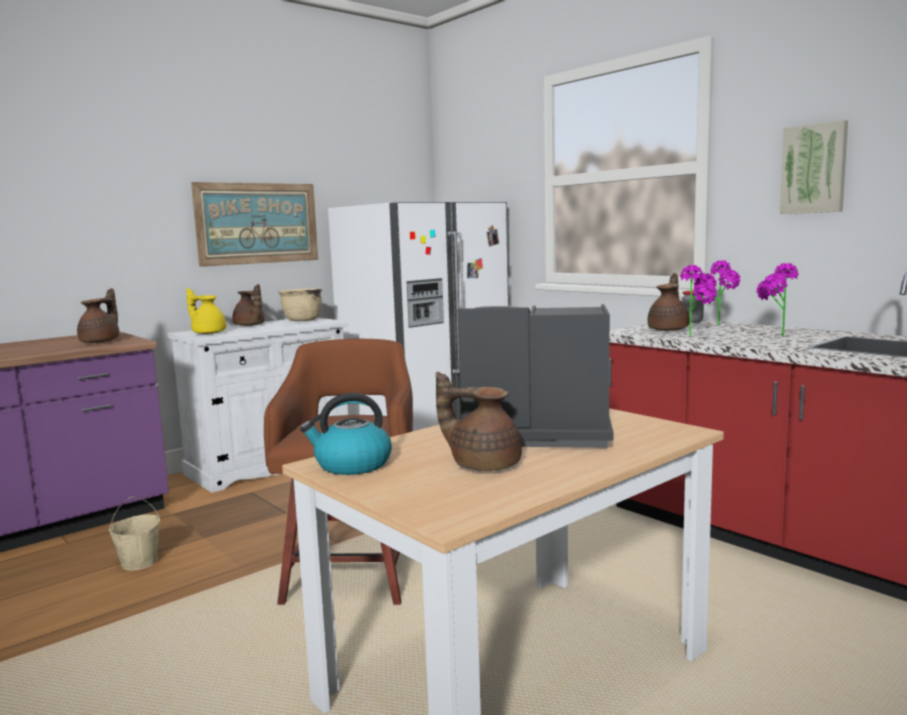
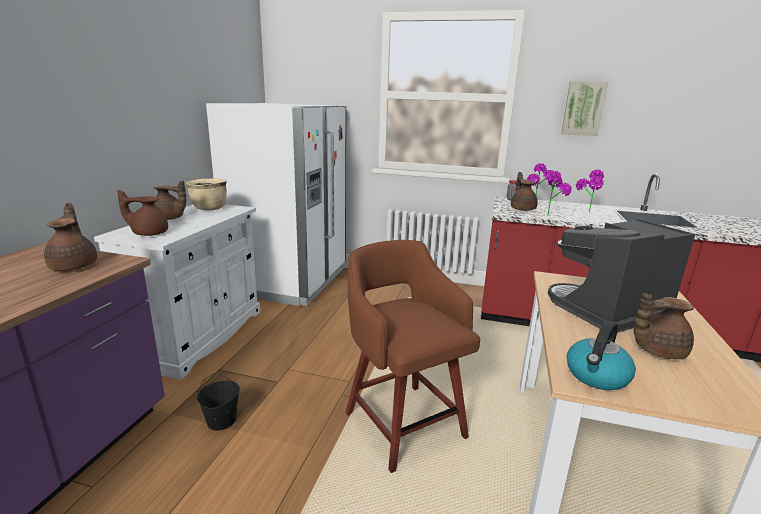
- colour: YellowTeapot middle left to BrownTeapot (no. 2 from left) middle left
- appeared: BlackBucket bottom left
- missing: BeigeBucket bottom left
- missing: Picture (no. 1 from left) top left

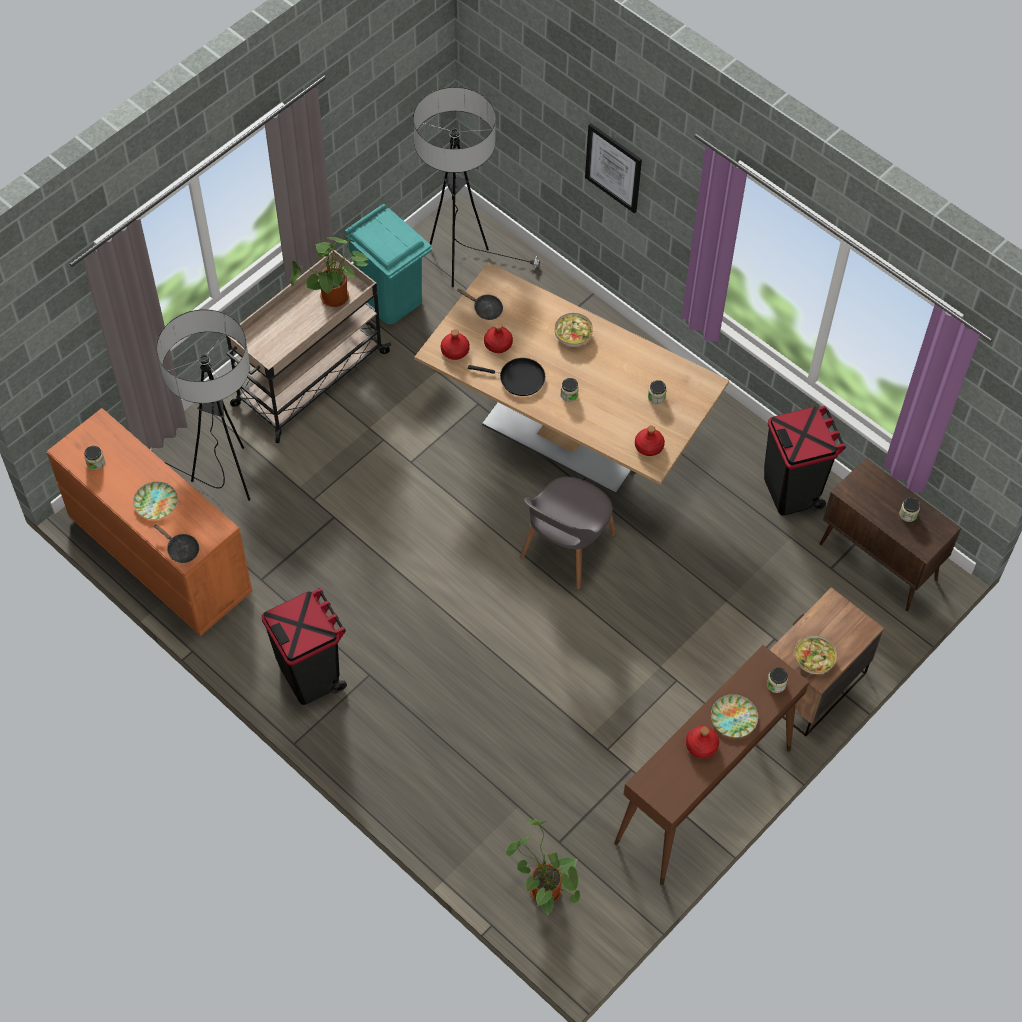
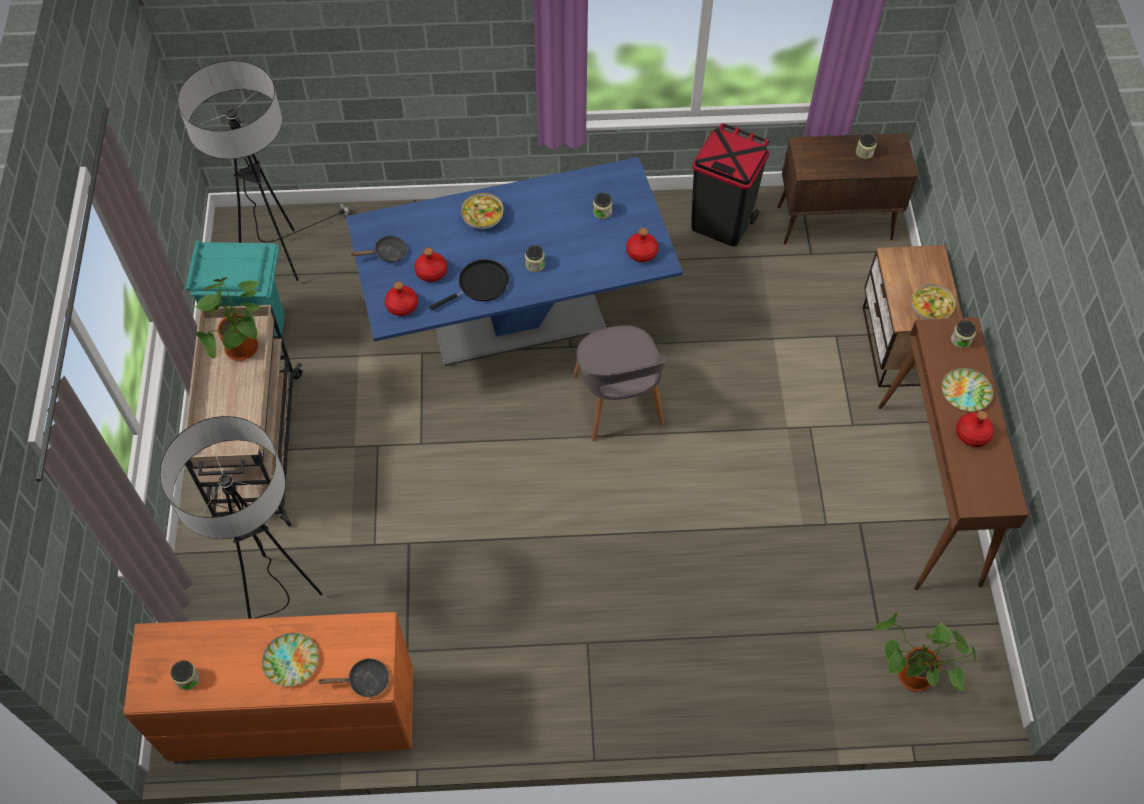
- colour: BeigeDiningTable centre to BlueDiningTable top centre
- missing: BlackTrashCan (no. 1 from left) middle left
- missing: Picture top centre

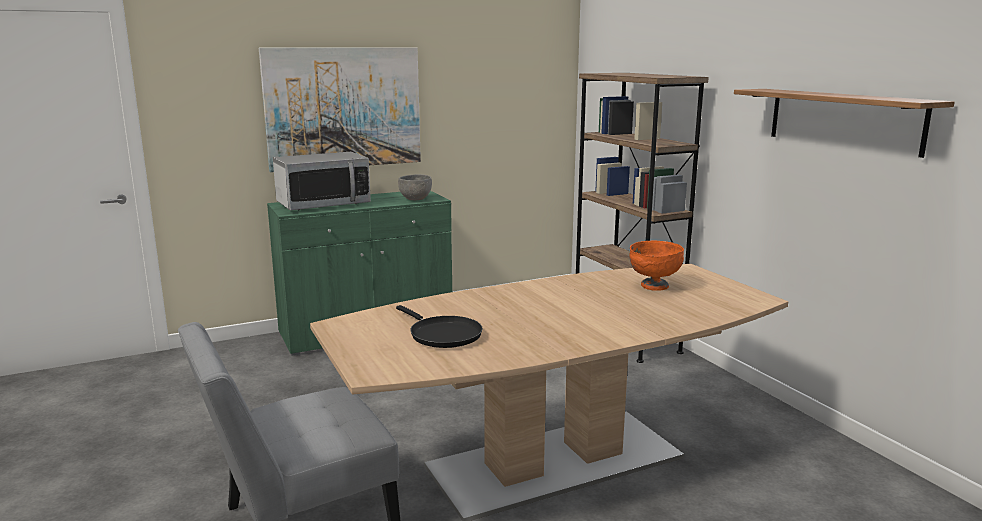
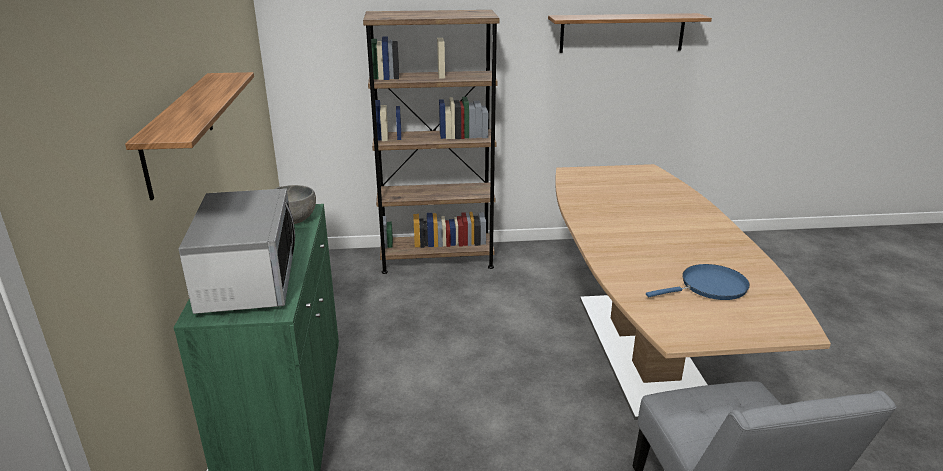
- exchanged: Picture top centre to Shelf (no. 1 from left) top left
- colour: BlackFryingPan centre to BlueFryingPan middle right
- missing: OrangeBowl middle right

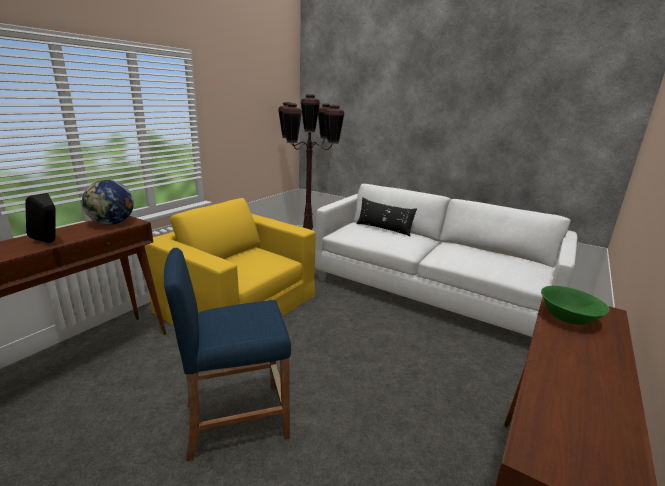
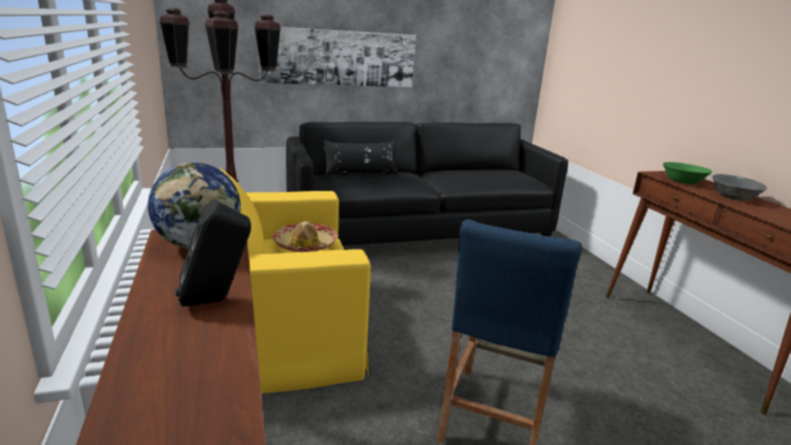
- appeared: Picture top centre
- appeared: Hat centre
- colour: WhiteSofa middle right to BlackSofa centre
- appeared: GreyBowl middle right

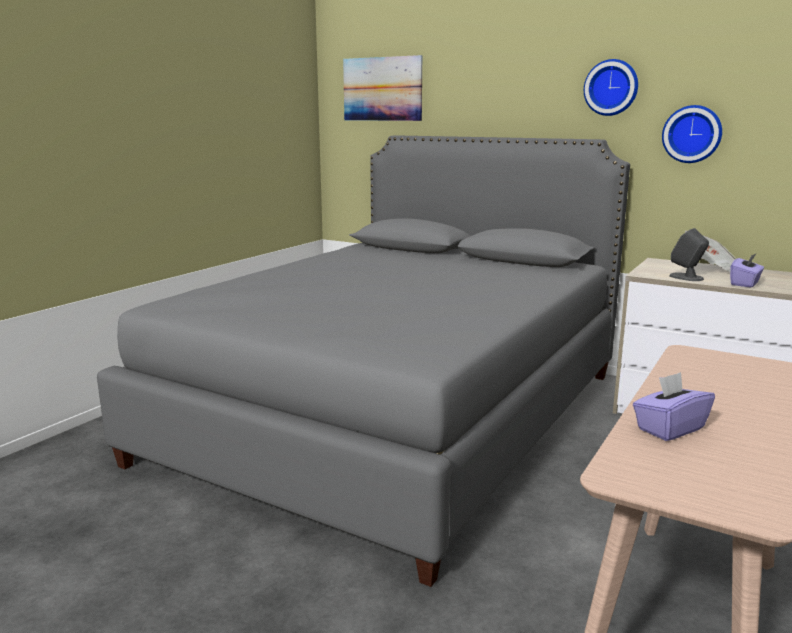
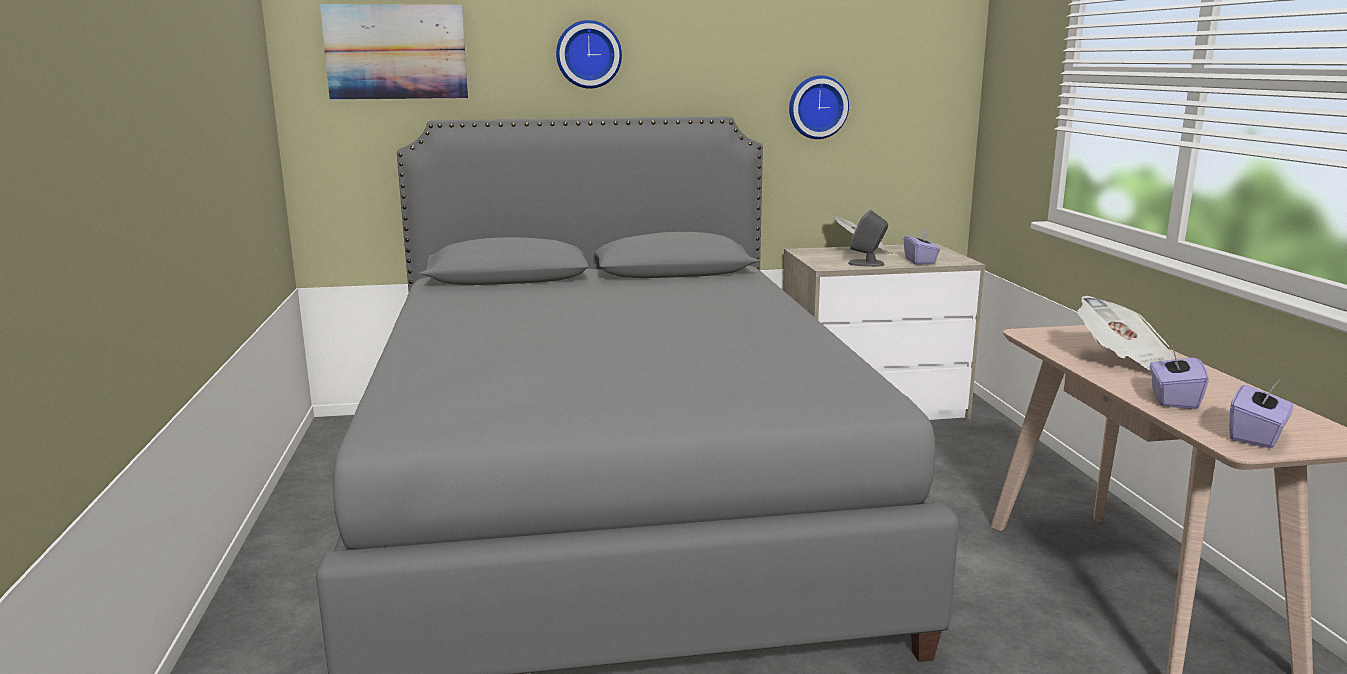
- relocated: WallClock (no. 1 from left) top right to top centre
- appeared: Newspaper (no. 2 from left) middle right
- appeared: PurpleTissueBox (no. 3 from left) middle right

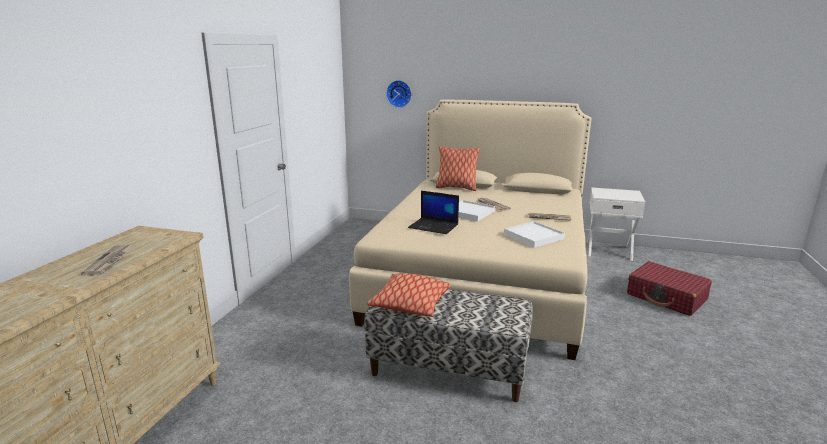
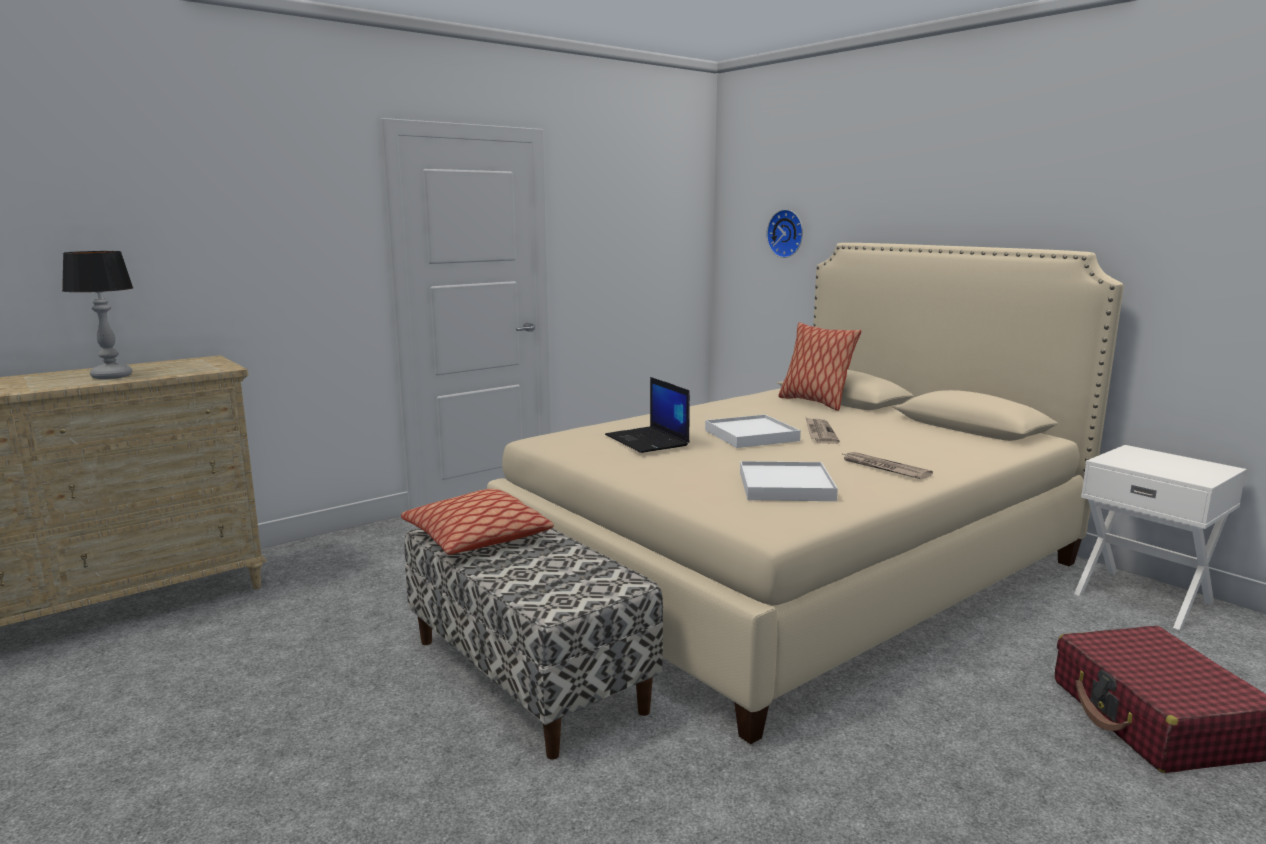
- exchanged: Newspaper (no. 1 from left) middle left to TableLamp middle left

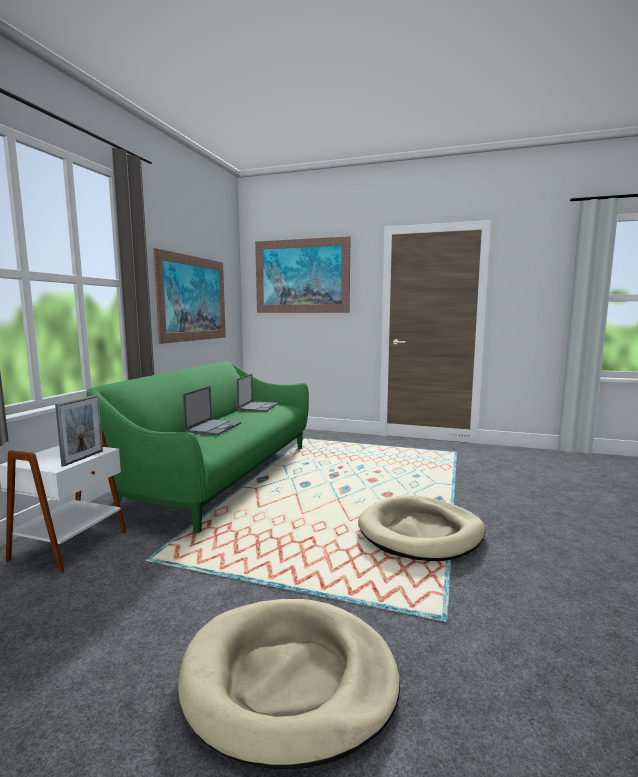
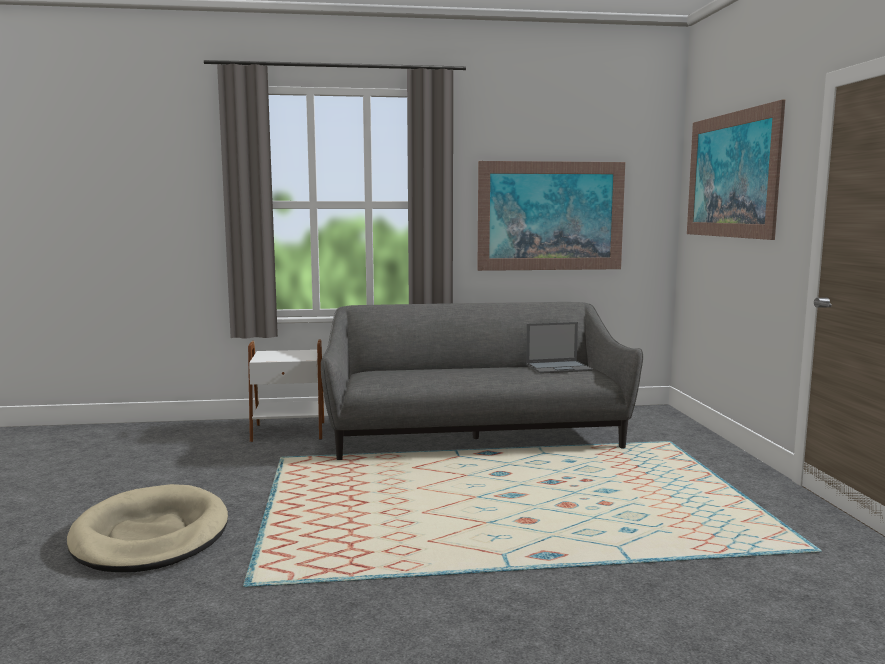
- colour: GreenSofa middle left to GreySofa centre
- missing: PictureFrame middle left
- missing: Laptop (no. 1 from left) middle left
- missing: BeigeDogBed (no. 2 from left) bottom centre

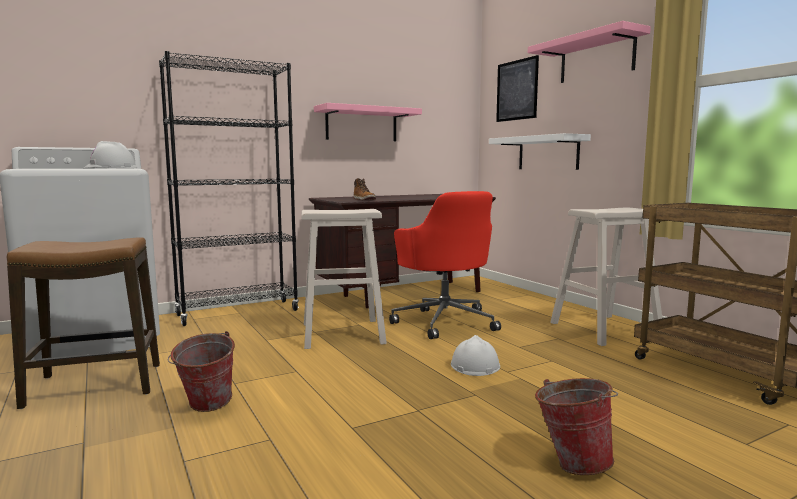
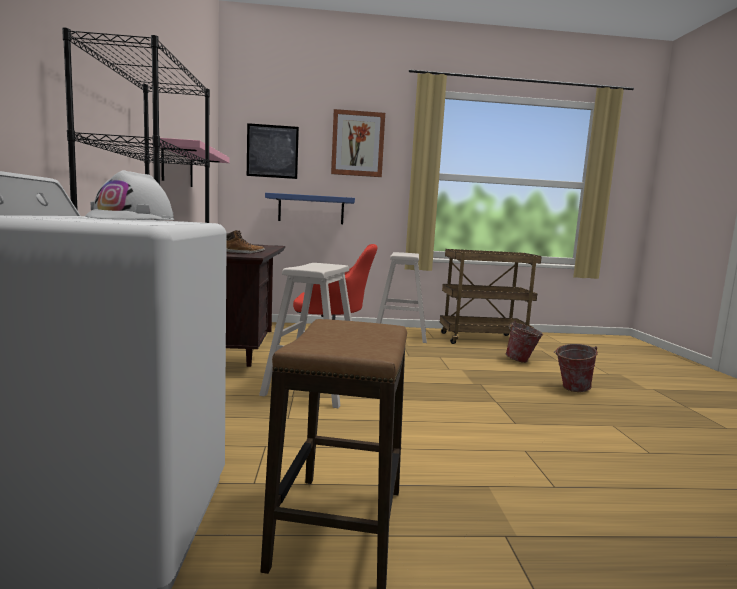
- colour: WhiteShelf top right to BlueShelf centre
- exchanged: PinkShelf (no. 2 from left) top right to Picture (no. 2 from left) top centre
- relocated: Bucket (no. 1 from left) bottom left to middle right
- missing: WhiteHardHat (no. 2 from left) bottom centre

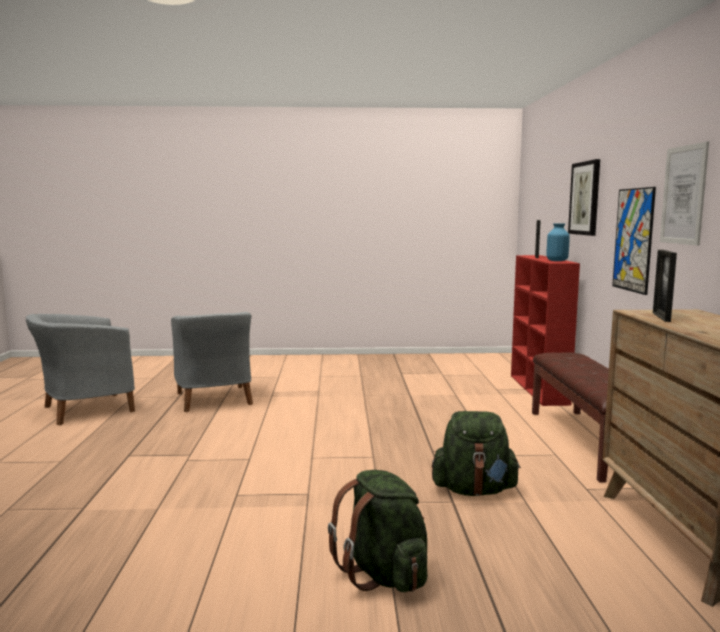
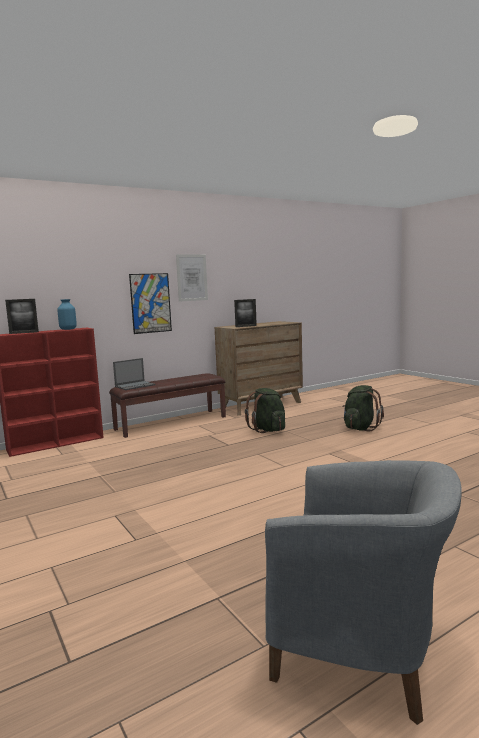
- appeared: Laptop middle left
- missing: GreyArmchair (no. 2 from left) middle left
- missing: Picture (no. 1 from left) top right

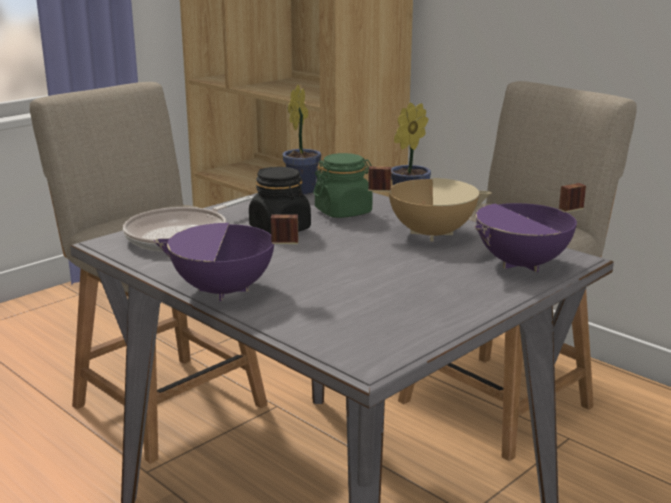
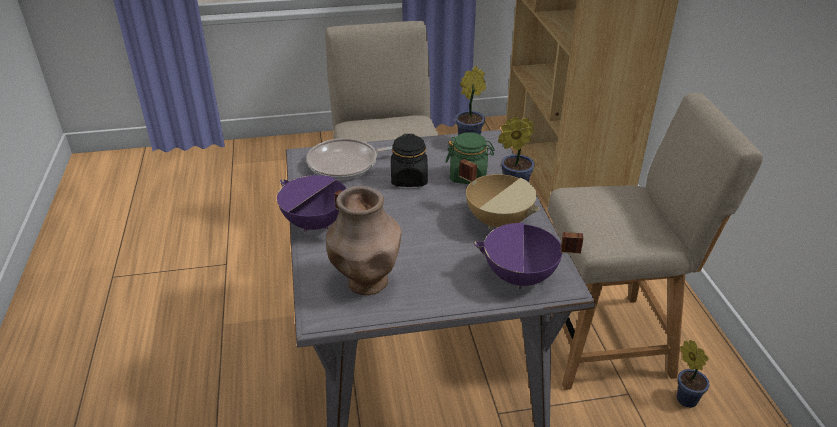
- appeared: BrownVase centre
- appeared: PottedPlant (no. 3 from left) bottom right

